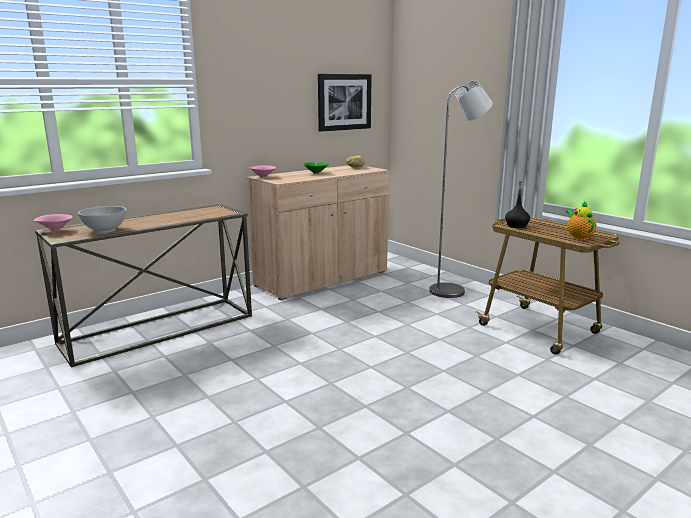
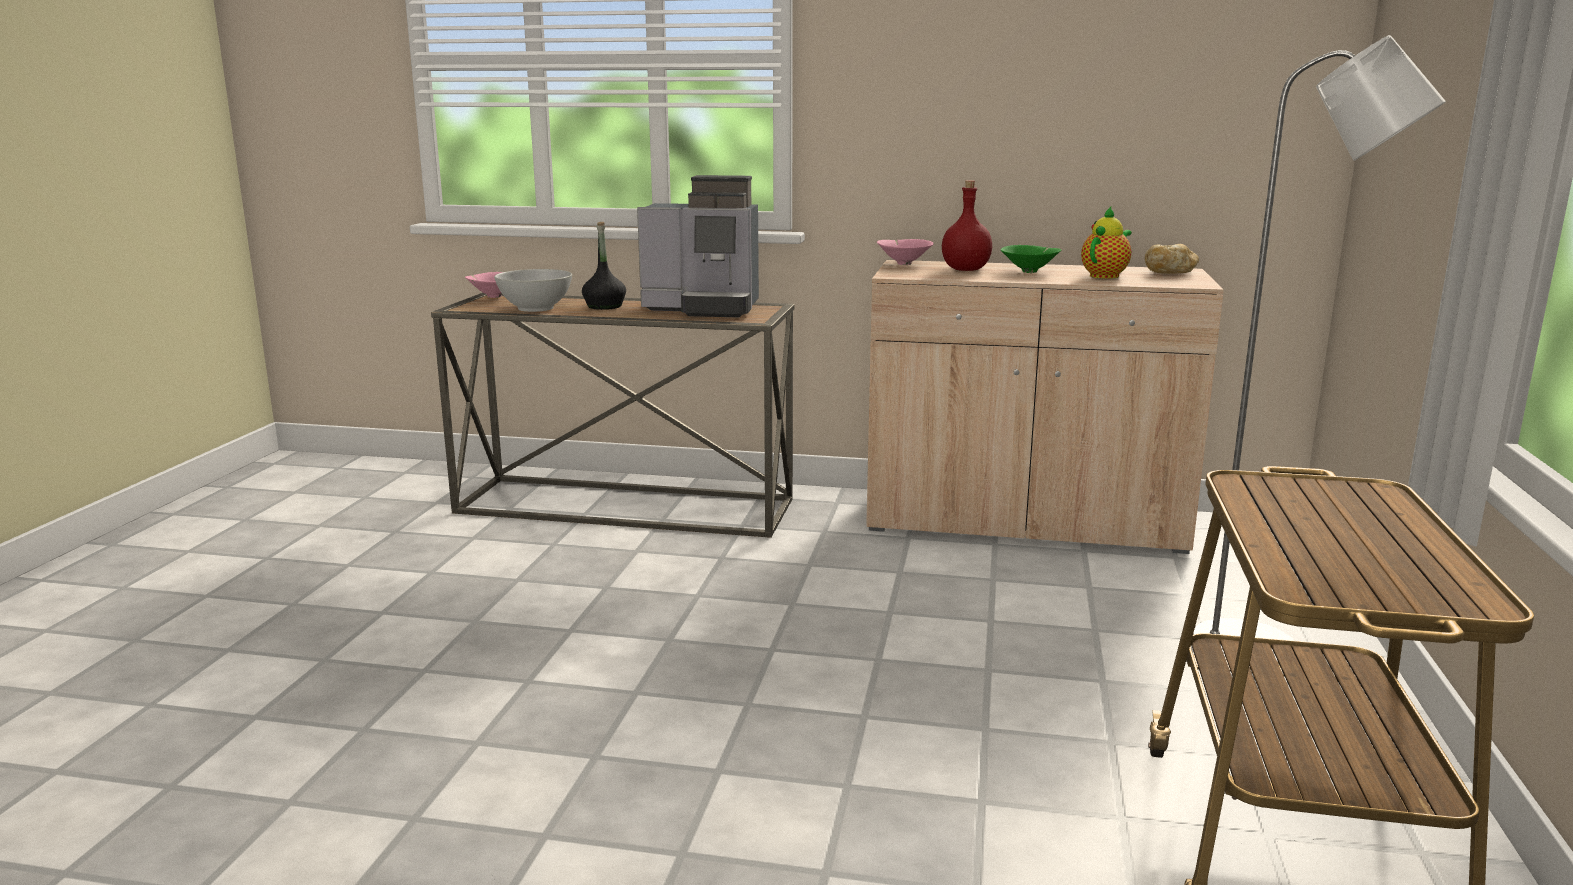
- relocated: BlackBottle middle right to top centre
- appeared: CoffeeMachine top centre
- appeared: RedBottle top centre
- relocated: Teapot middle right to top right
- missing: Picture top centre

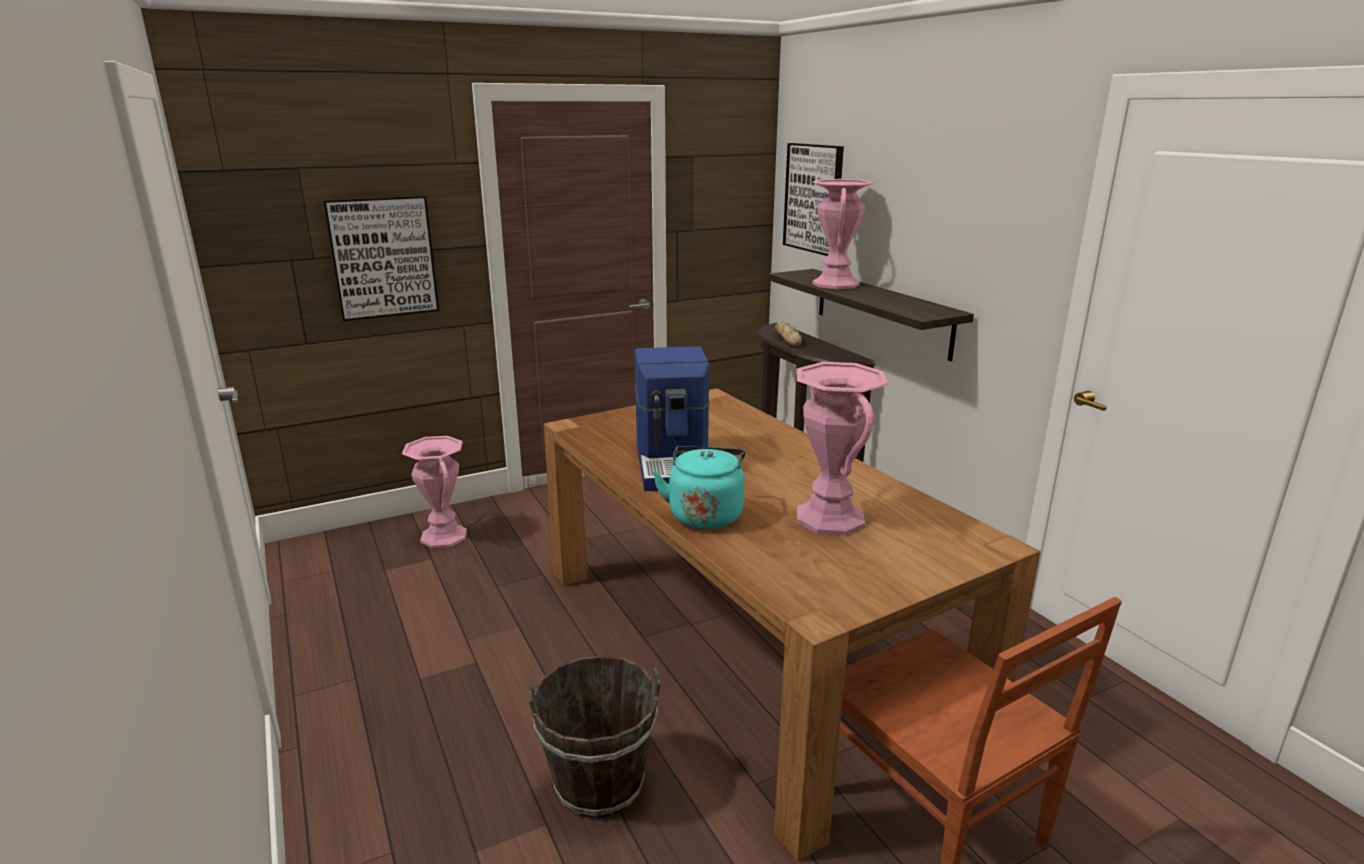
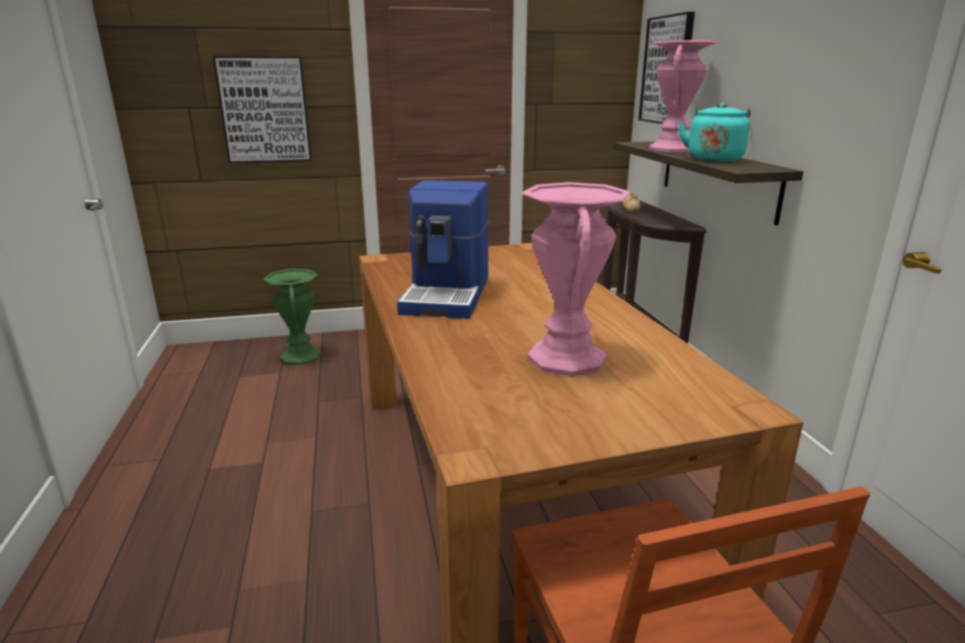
- colour: PinkVase (no. 1 from left) middle left to GreenVase middle left
- relocated: TurquoiseKettle centre to top right
- missing: BrownBucket bottom centre

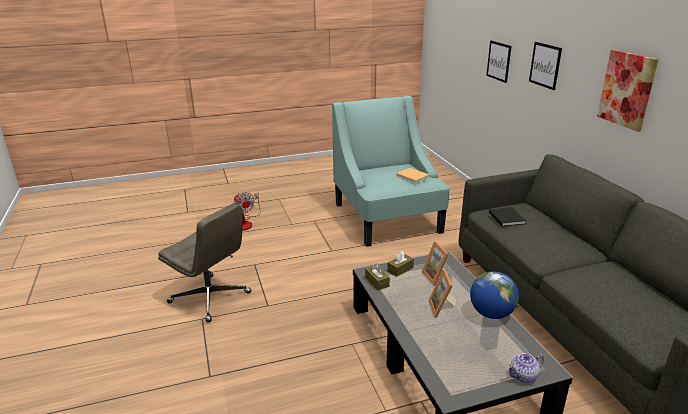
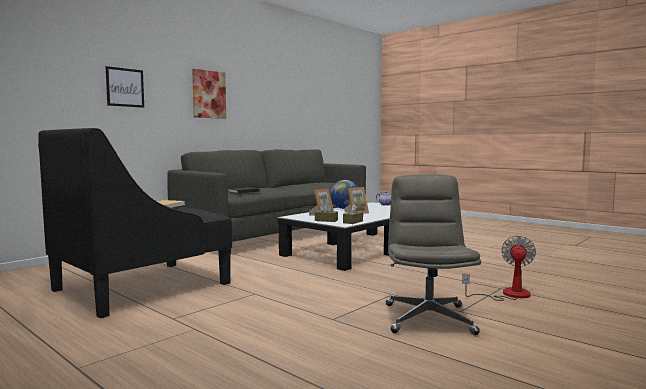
- colour: TurquoiseArmchair centre to BlackArmchair middle left
- relocated: Fan centre to bottom right
- missing: Picture (no. 1 from left) top right

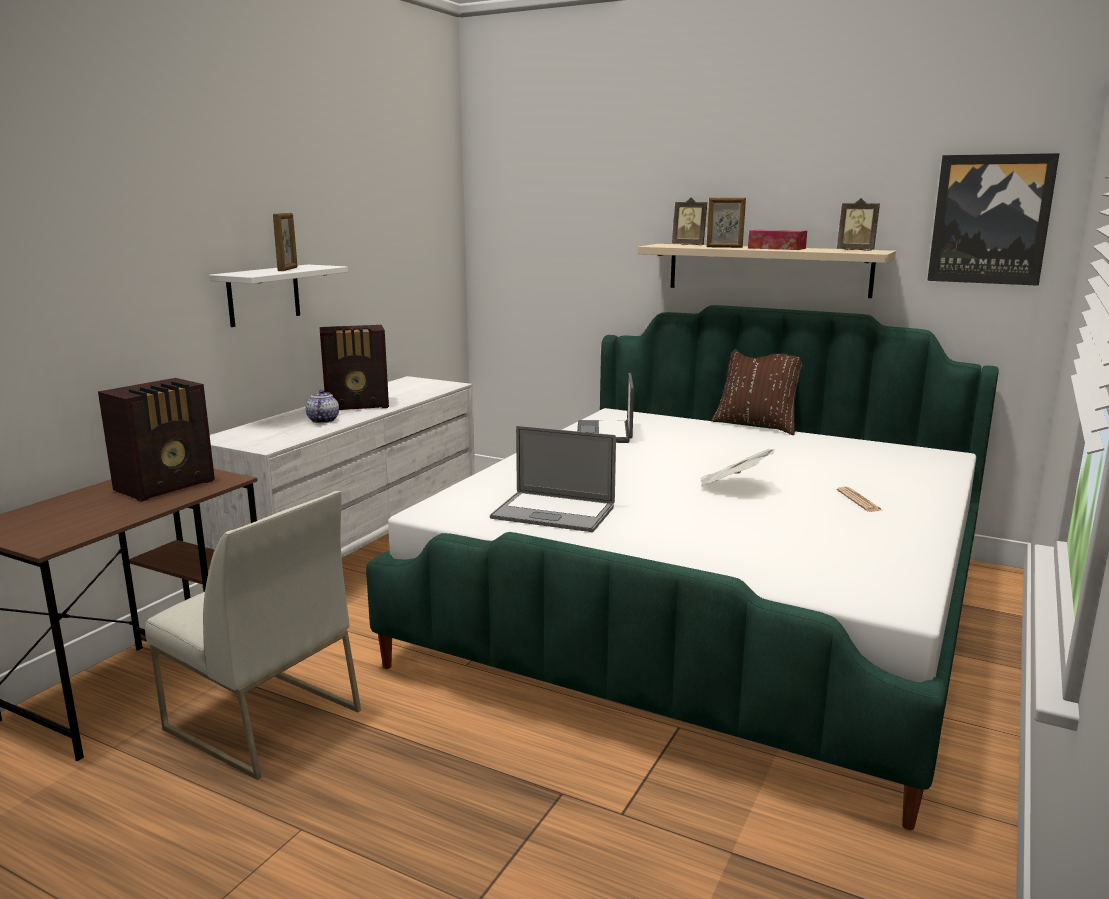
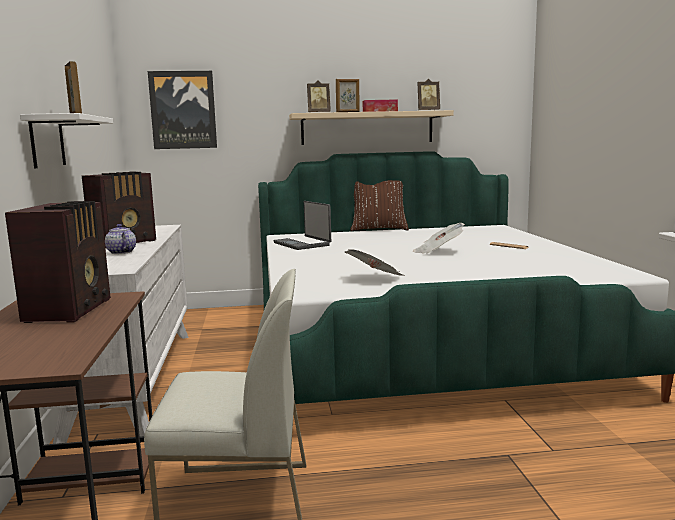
- relocated: Picture top right to top left
- exchanged: Laptop (no. 1 from left) centre to Newspaper (no. 1 from left) centre

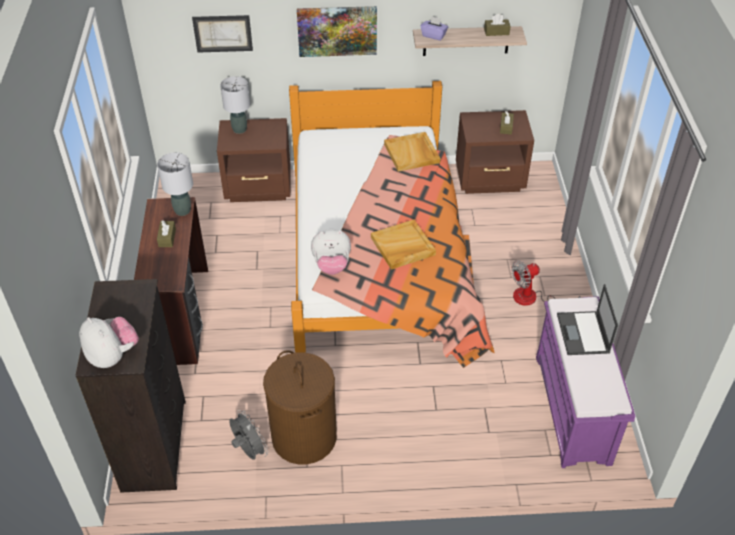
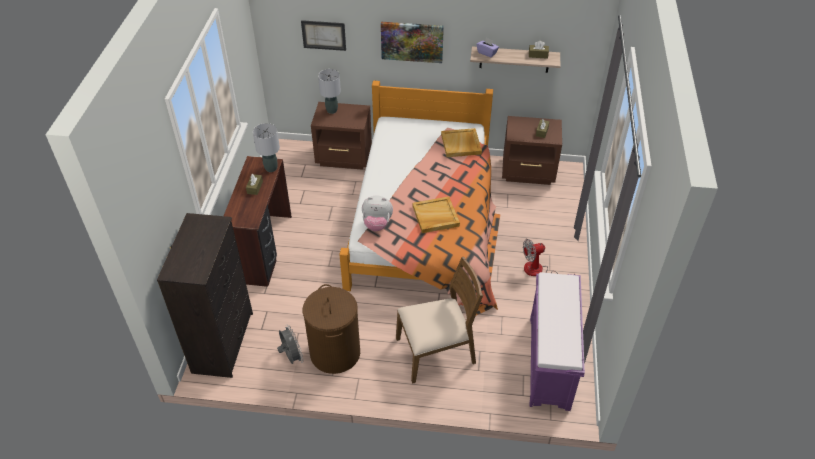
- appeared: BrownChair bottom centre
- missing: PlushToy (no. 1 from left) middle left
- missing: Laptop middle right

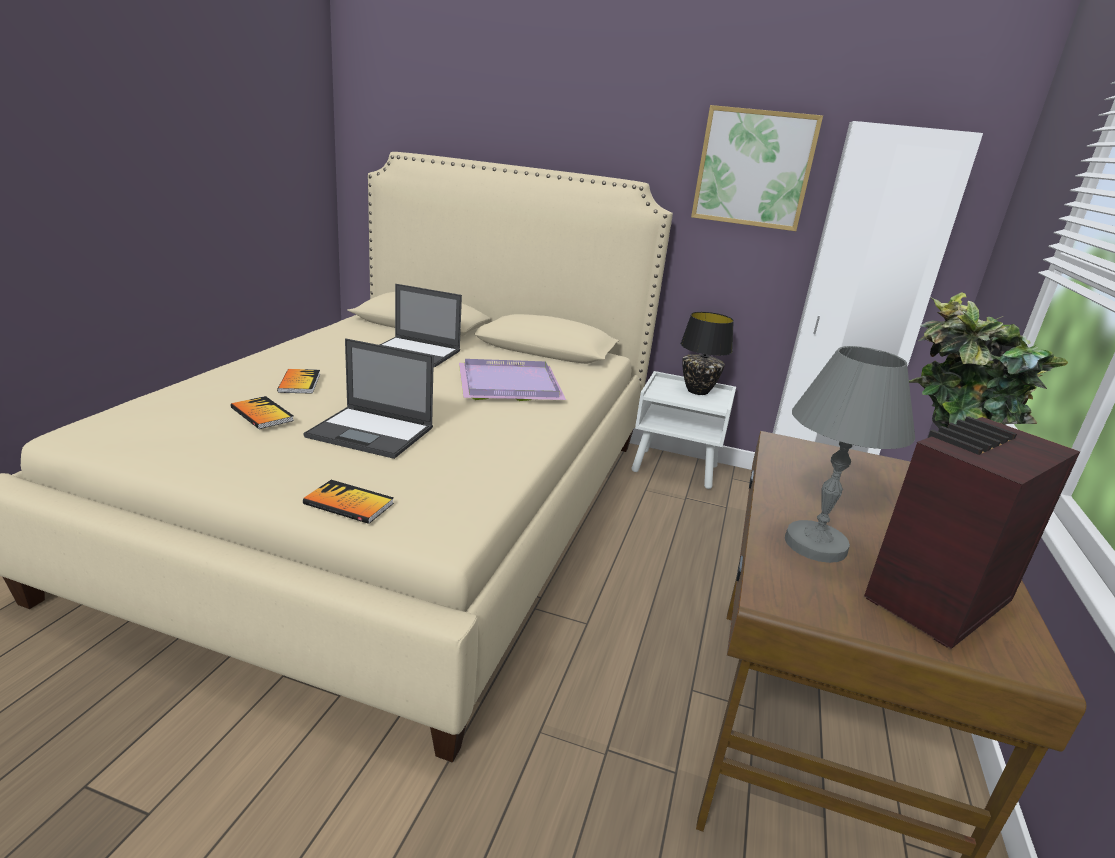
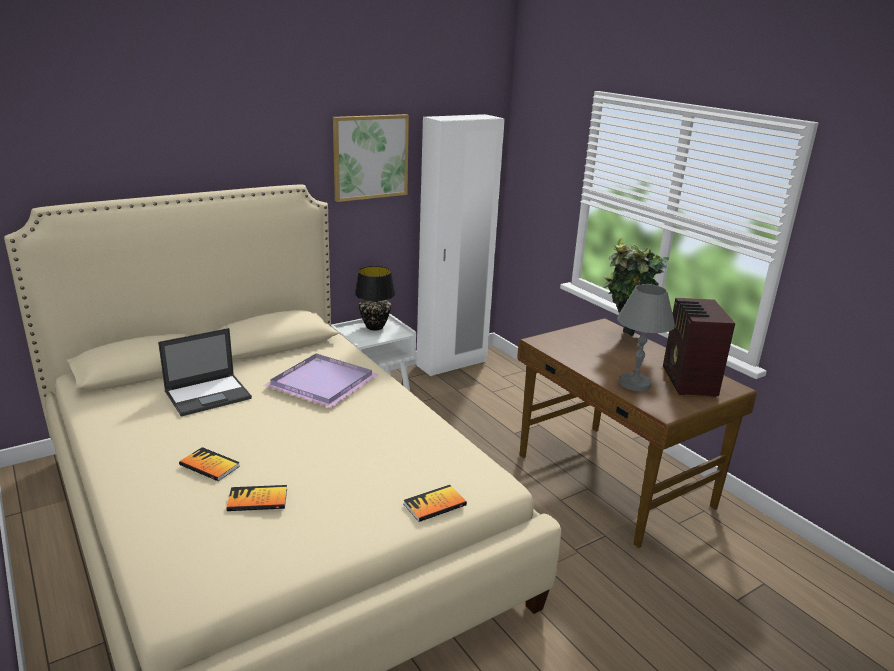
- missing: Laptop (no. 1 from left) middle left

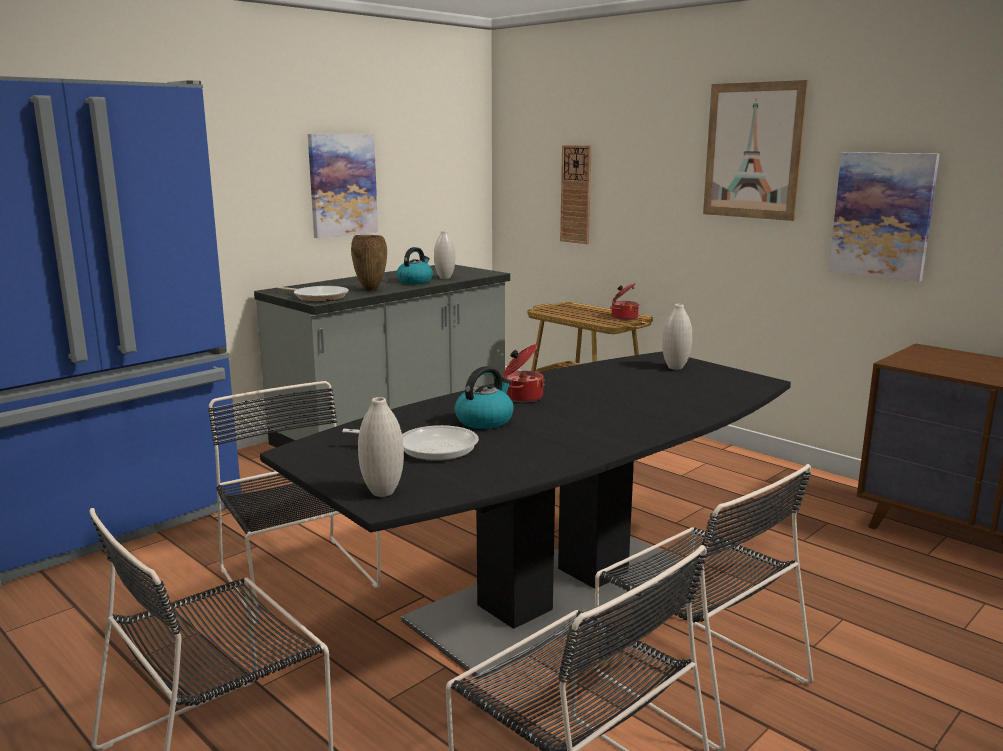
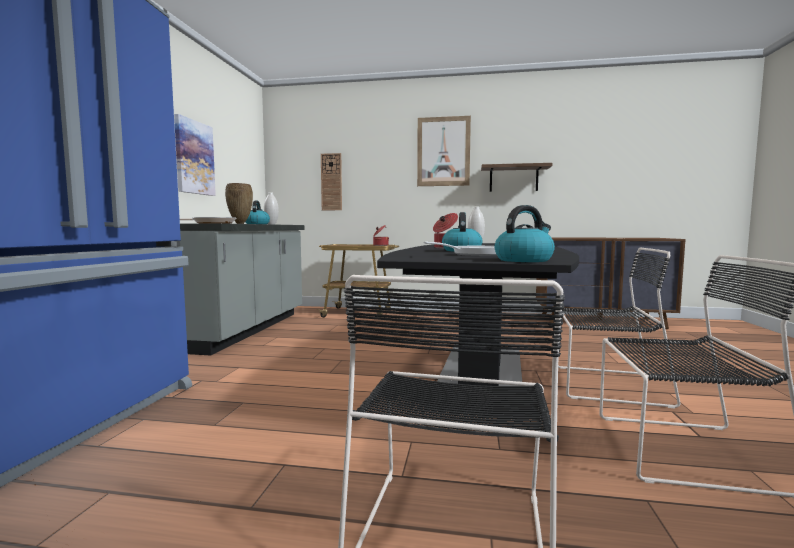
- exchanged: Picture (no. 3 from left) top right to Shelf top centre
- exchanged: WhiteVase (no. 1 from left) centre to Kettle (no. 3 from left) centre
- missing: BlackChair (no. 2 from left) bottom left

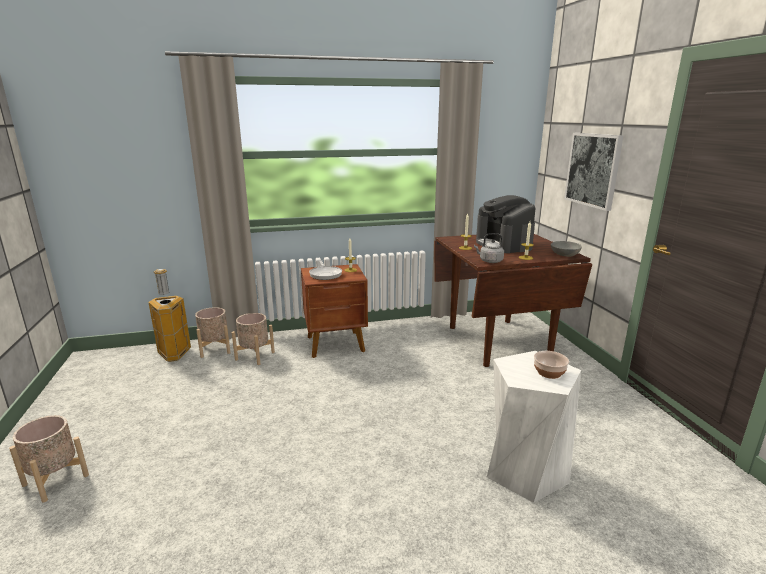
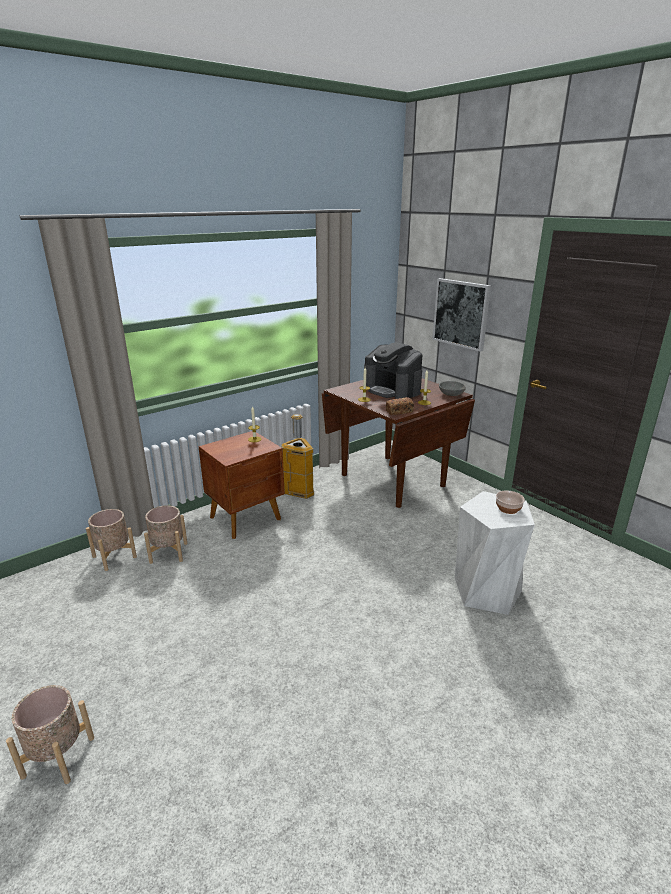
- relocated: TrashCan middle left to centre
- exchanged: GreyKettle centre to Bread centre
- missing: FryingPan centre

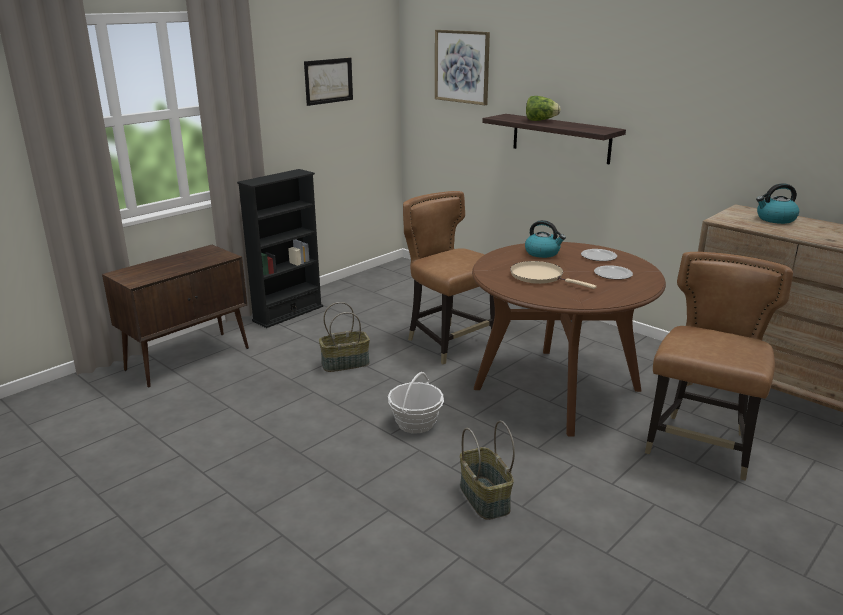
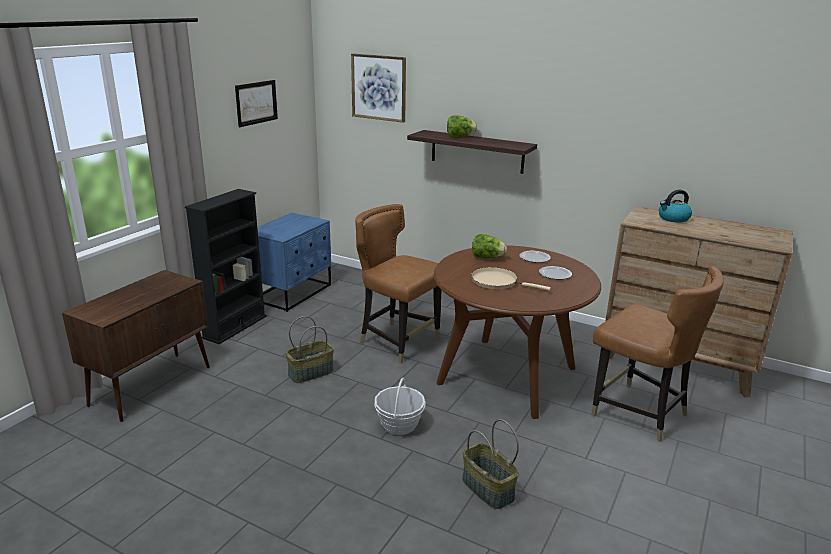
- appeared: BlueNightstand centre
- exchanged: Kettle (no. 1 from left) centre to Lettuce (no. 2 from left) centre
- spun: BrownChair (no. 2 from left) middle right = middle right 120 degrees clockwise

